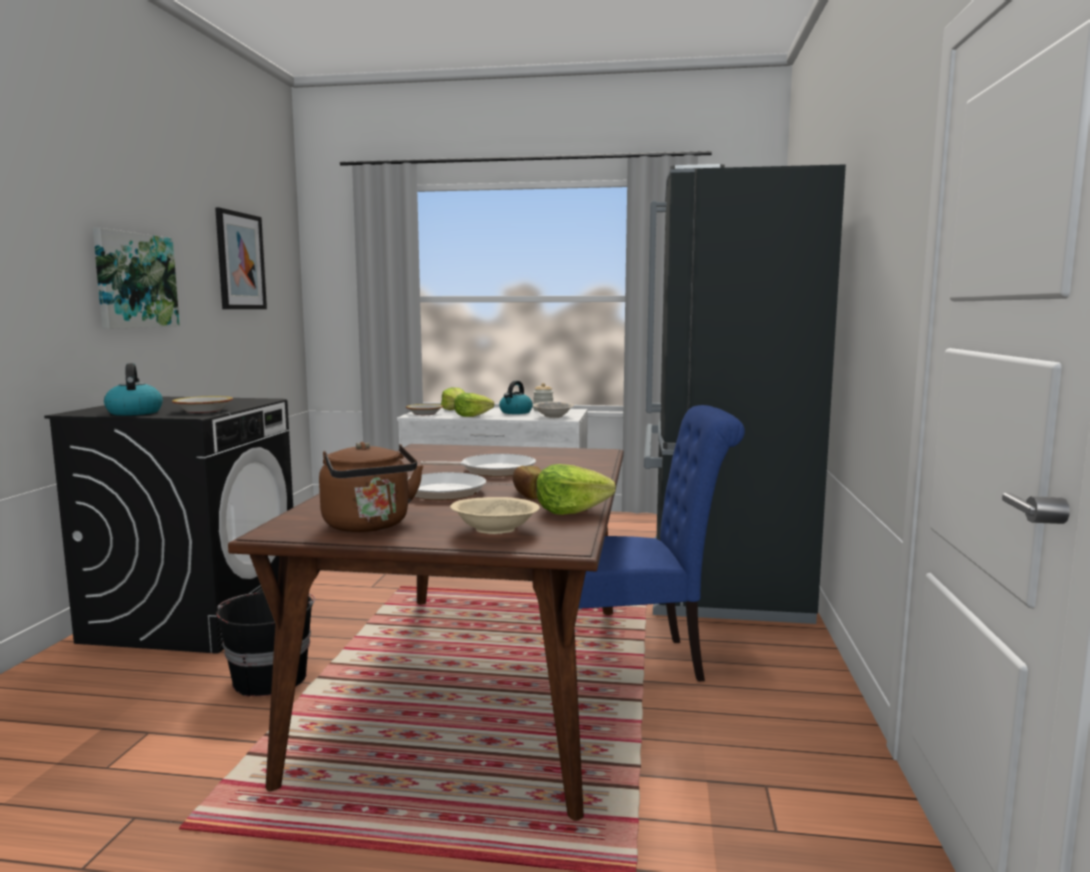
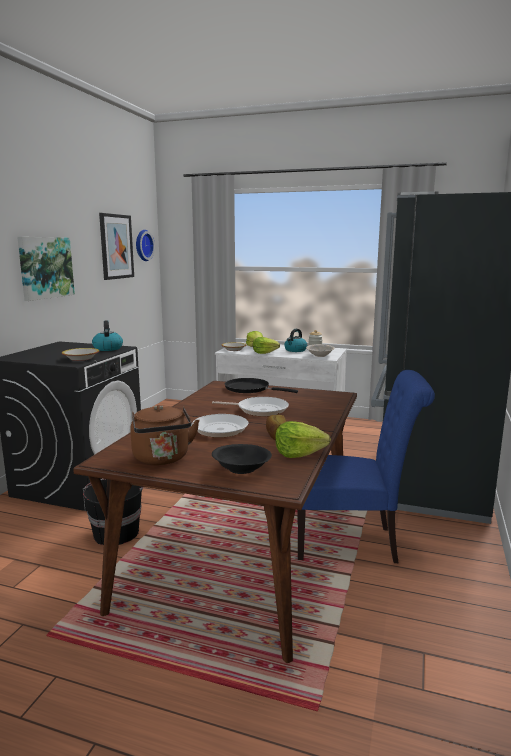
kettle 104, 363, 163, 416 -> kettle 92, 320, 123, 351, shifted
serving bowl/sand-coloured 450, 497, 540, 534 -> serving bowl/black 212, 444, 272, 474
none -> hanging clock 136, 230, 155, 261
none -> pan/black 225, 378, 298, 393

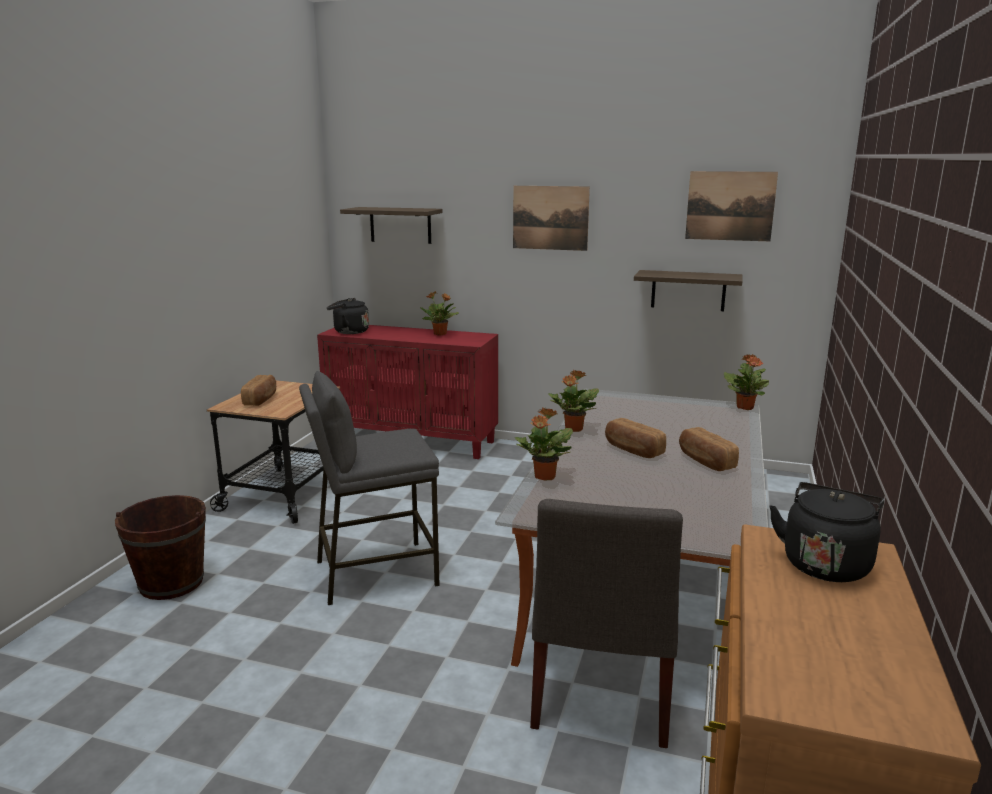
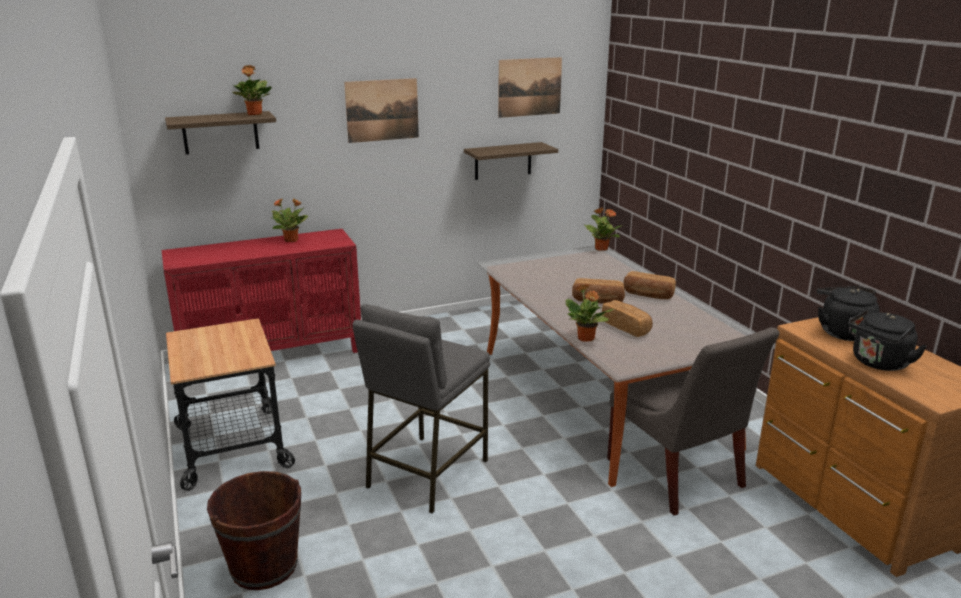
bread 241, 375, 276, 406 -> bread 602, 300, 653, 337, shifted
kettle/black 327, 298, 369, 334 -> kettle/black 849, 309, 927, 371, shifted
potted plant 548, 369, 599, 432 -> potted plant 232, 65, 272, 115, shifted

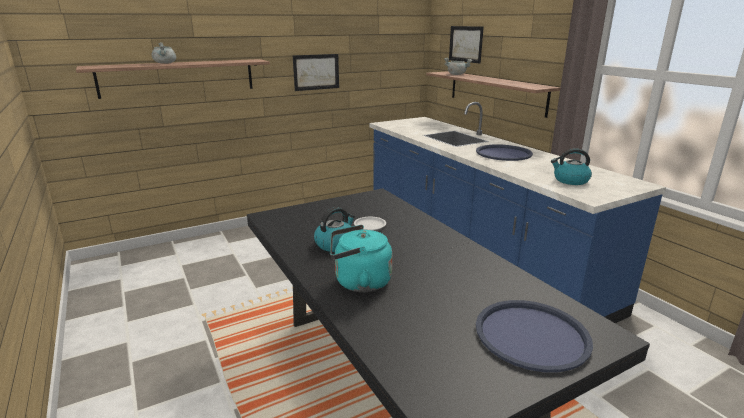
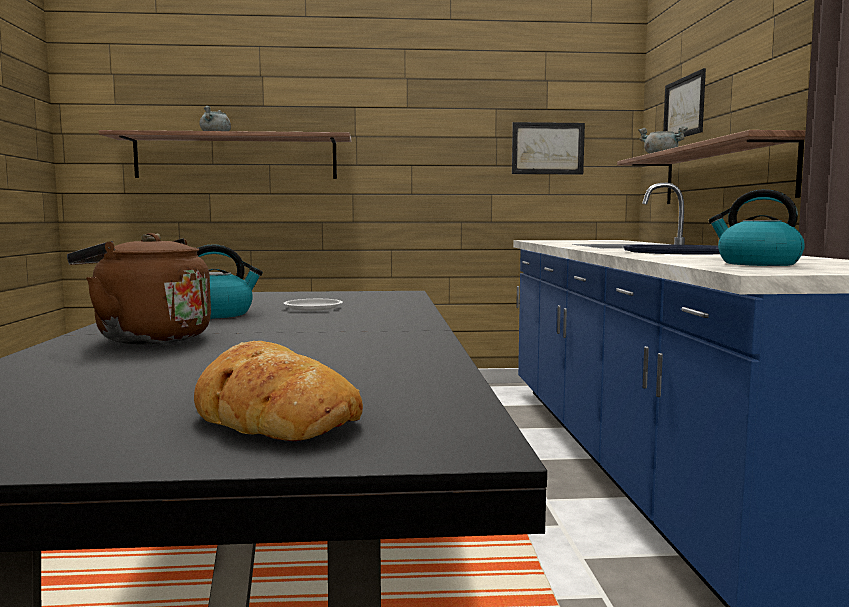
wall art 293, 54, 339, 91 -> wall art 512, 122, 585, 174, shifted
kettle/turquoise-coloured 330, 225, 392, 292 -> kettle/brown-coloured 67, 233, 211, 344
serving tray/bluish 476, 300, 593, 372 -> bread 194, 341, 363, 441

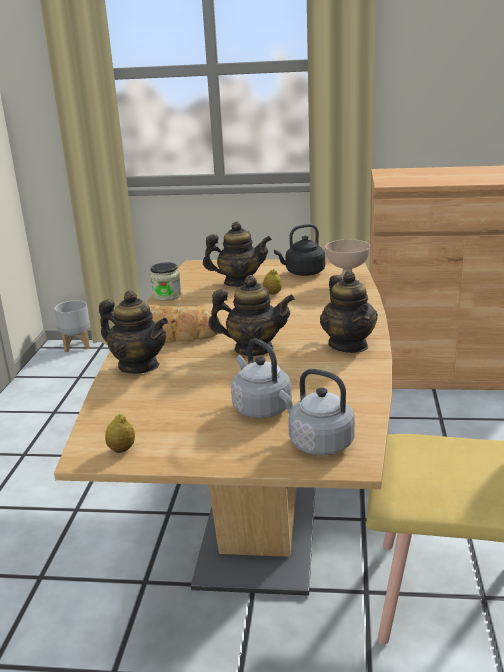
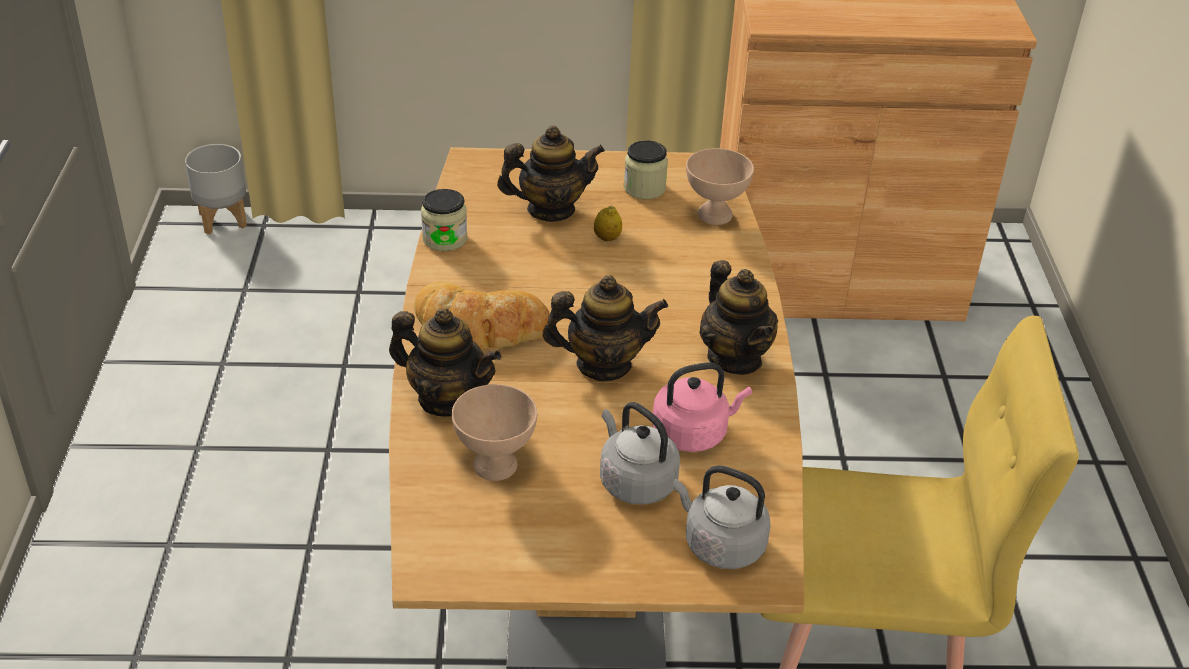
lemon 105, 414, 135, 453 -> none
kettle/black 274, 224, 325, 276 -> jar 624, 140, 668, 199
none -> serving bowl/sand-coloured 452, 384, 537, 481
none -> kettle/pinkish 652, 362, 752, 452

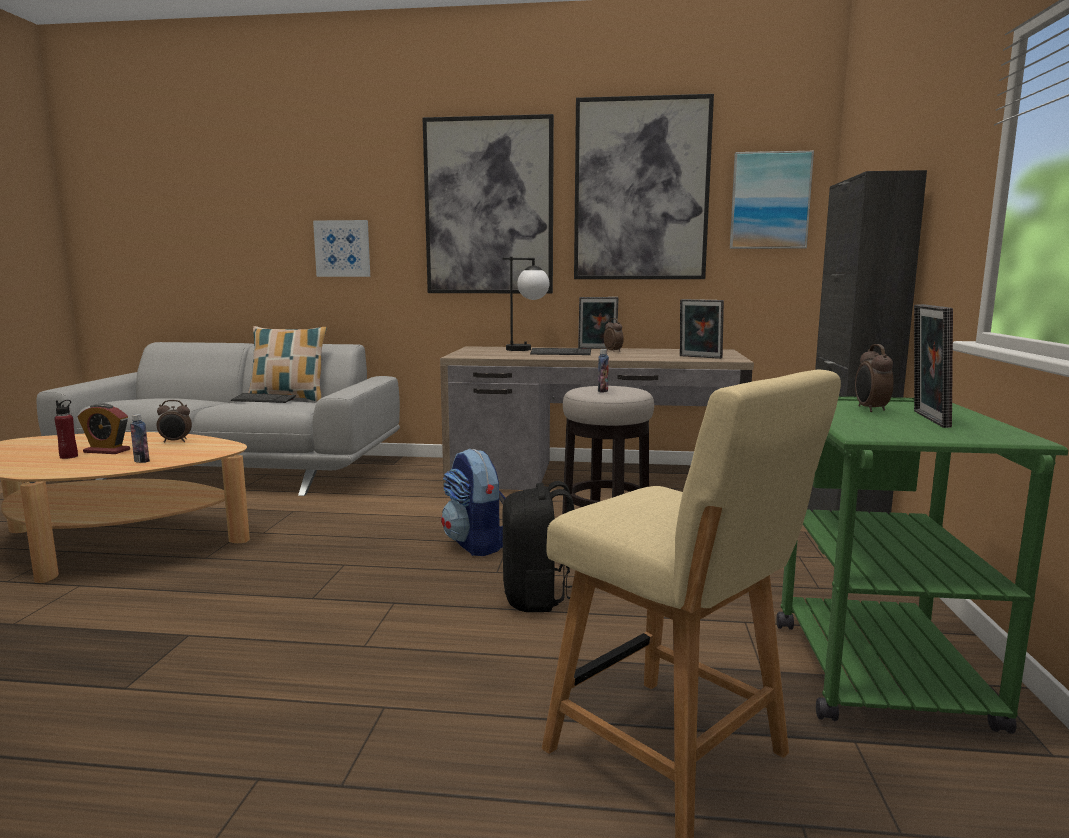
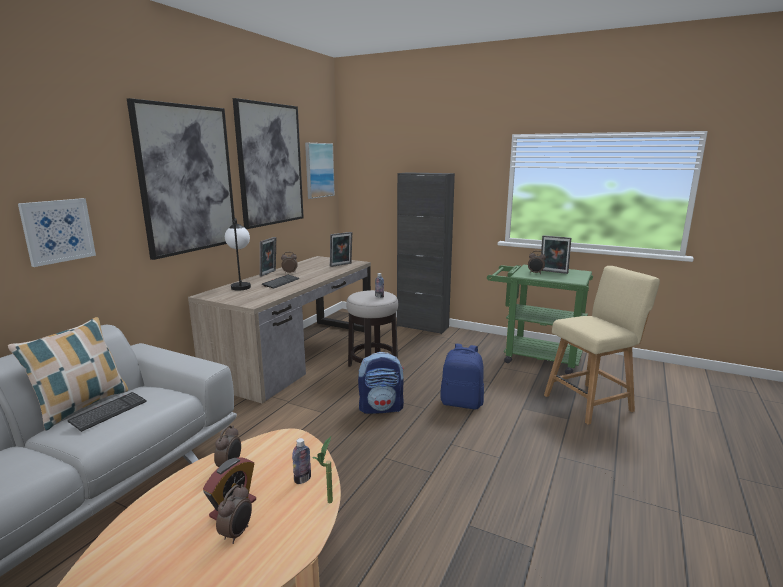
bottle/reddish 54, 400, 78, 459 -> alarm clock 216, 484, 252, 544
backpack/black 503, 481, 574, 612 -> backpack/bluish 440, 344, 484, 410
none -> potted plant 312, 437, 333, 503

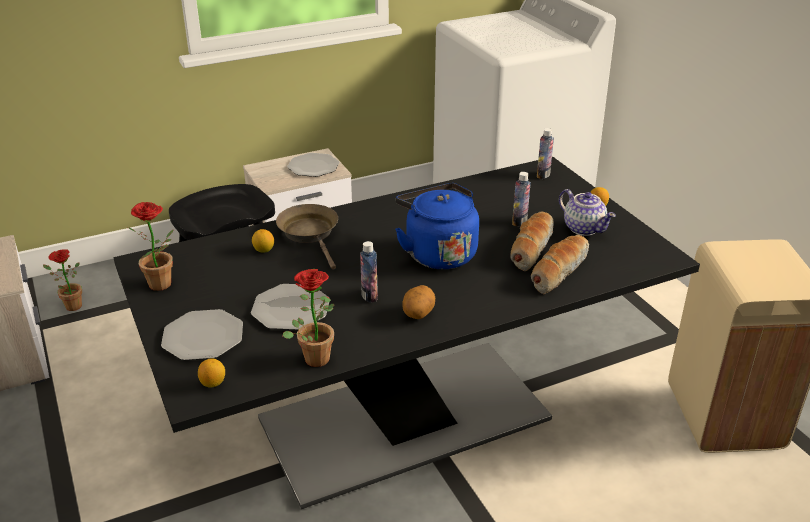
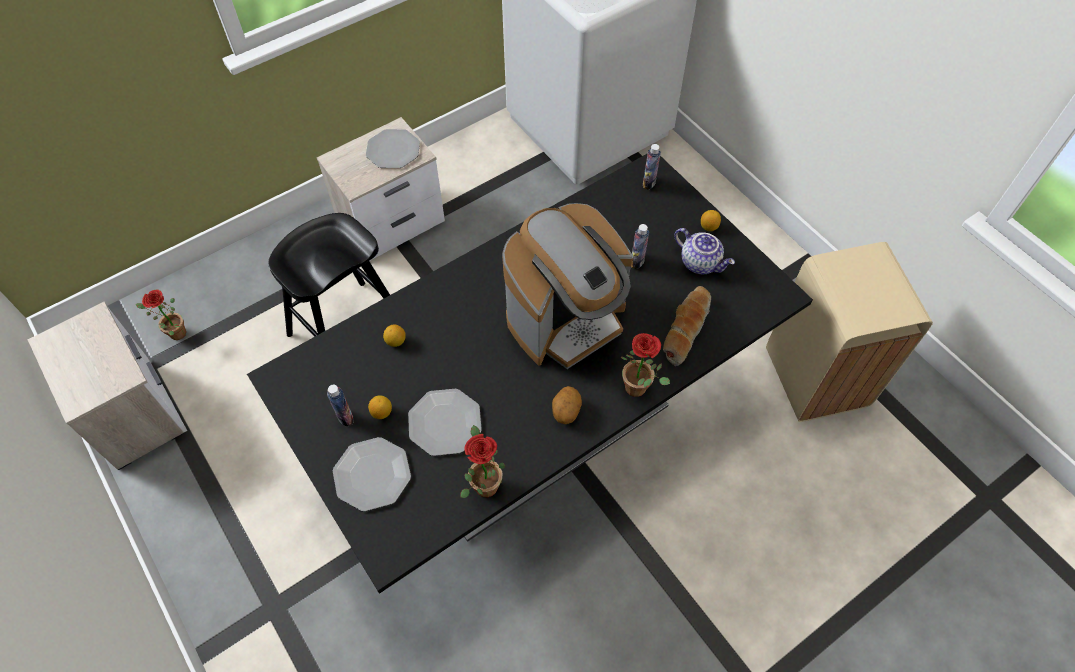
potted plant 128, 202, 173, 291 -> potted plant 621, 333, 670, 397, shifted
lemon 198, 358, 225, 388 -> lemon 368, 395, 392, 419, shifted
pan/brown-coloured 276, 204, 338, 270 -> none
bottle 360, 241, 378, 303 -> bottle 327, 385, 354, 427, shifted
kettle/bluish 395, 183, 479, 269 -> coffee machine 502, 203, 633, 369
bread 510, 212, 553, 272 -> none

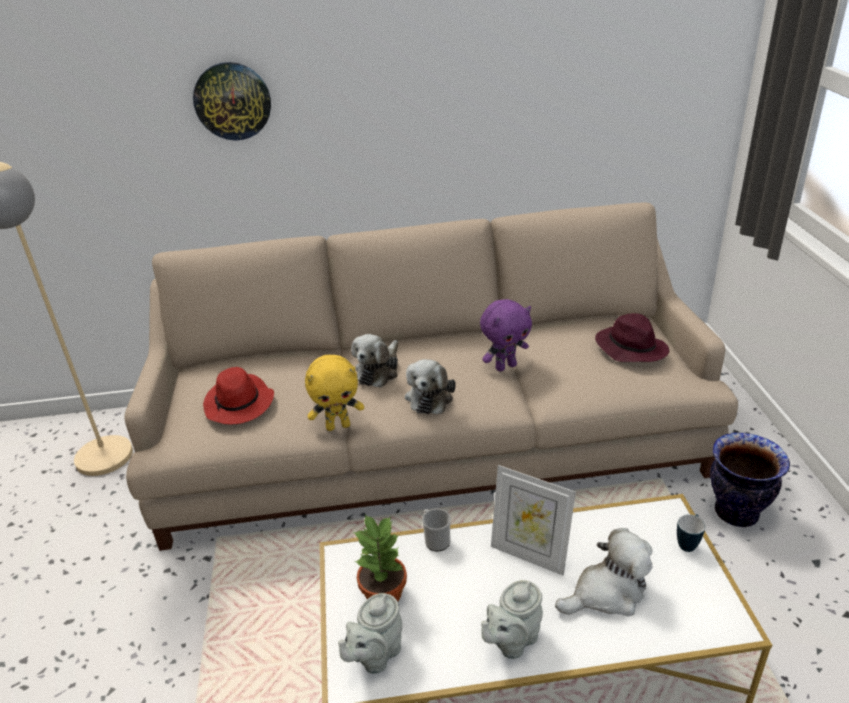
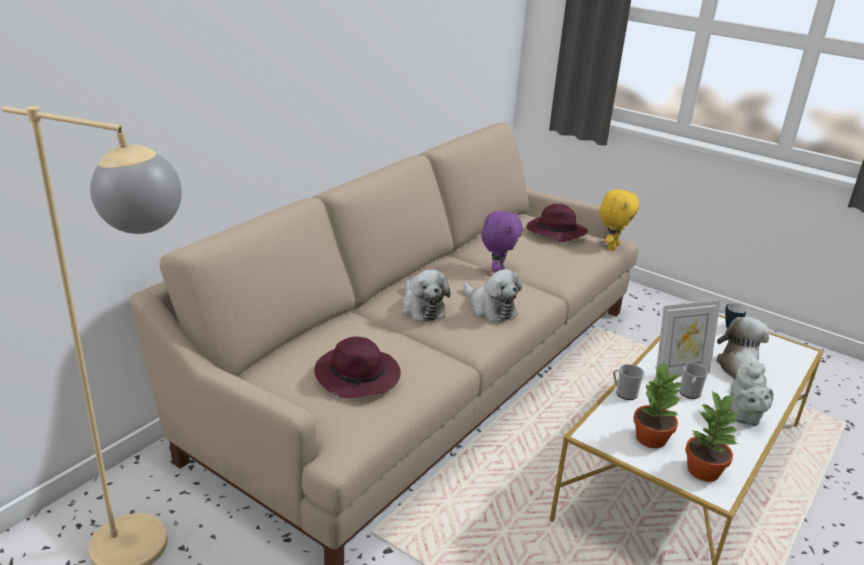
hanging clock 193, 62, 271, 141 -> none
hat/reddish 203, 367, 274, 424 -> hat/purplish 314, 337, 401, 398
cuddly toy/yellow 305, 355, 364, 431 -> cuddly toy/yellow 599, 189, 639, 251, shifted
tea pot/greyish 338, 593, 402, 674 -> potted plant 685, 390, 739, 482
flower vase 710, 432, 790, 527 -> none
none -> mug 679, 363, 708, 399

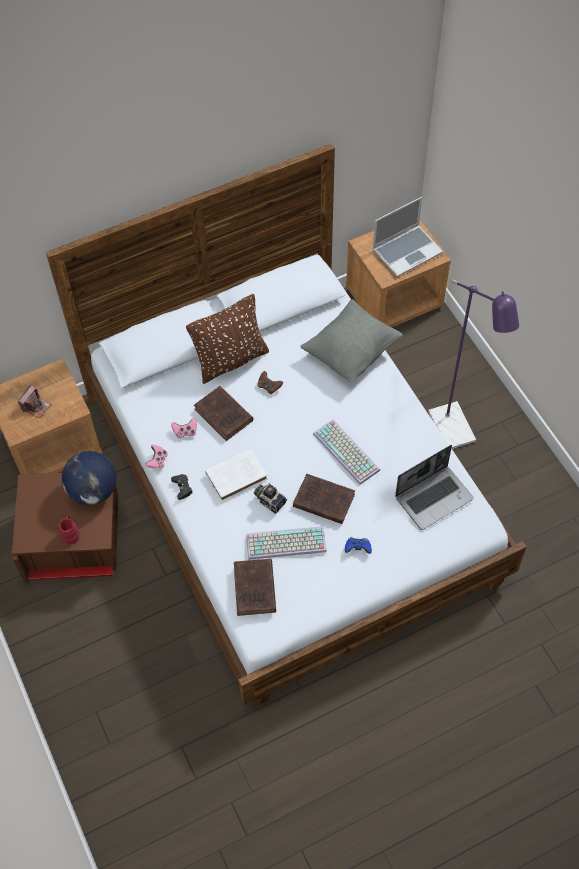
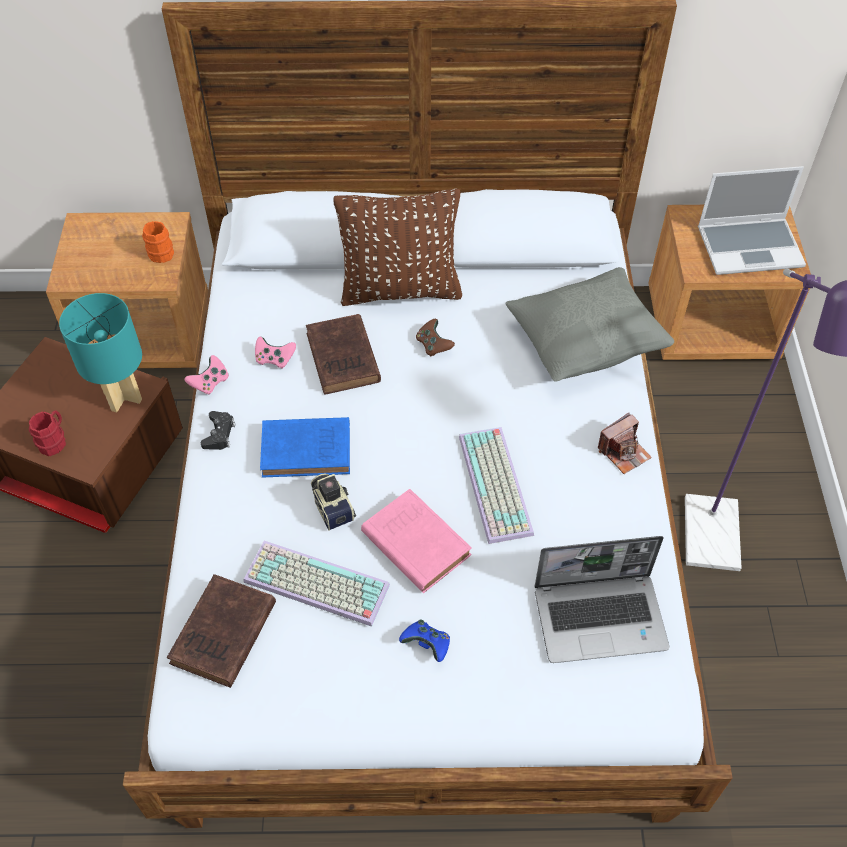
still camera 18, 385, 52, 418 -> still camera 598, 413, 652, 474, shifted
world globe 62, 451, 117, 505 -> table lamp/turquoise-coloured 59, 293, 142, 412
bound book/whitish 205, 449, 267, 501 -> bound book/bluish 260, 417, 350, 478
bound book/brown-coloured 293, 474, 355, 524 -> bound book/pinkish 361, 489, 472, 593
none -> mug/orangey 142, 221, 174, 263

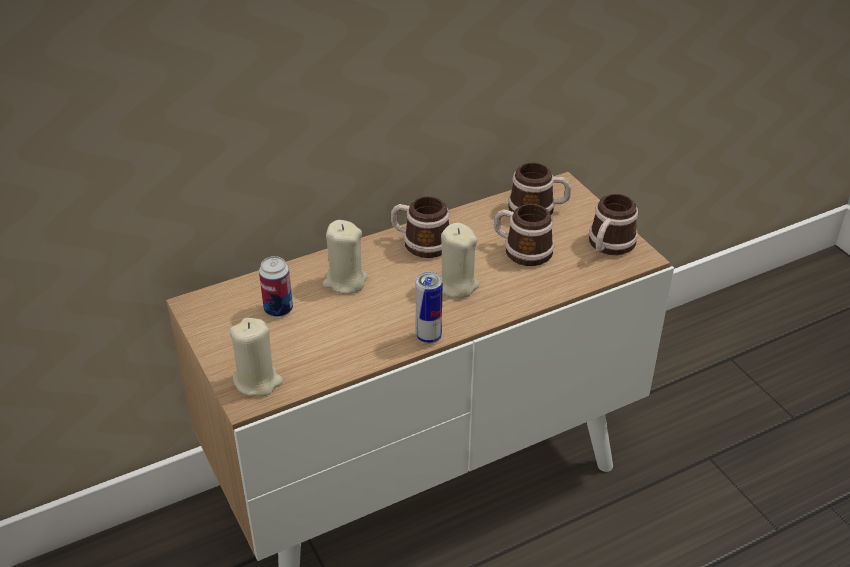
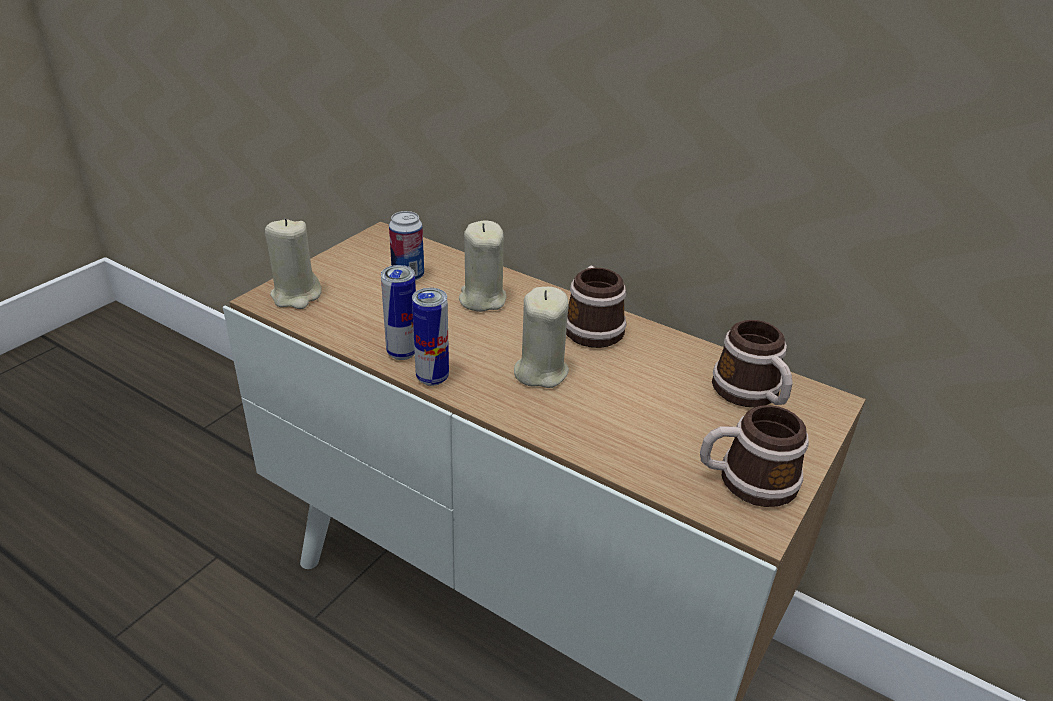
mug 494, 204, 554, 266 -> none
none -> metal can 381, 265, 416, 360

